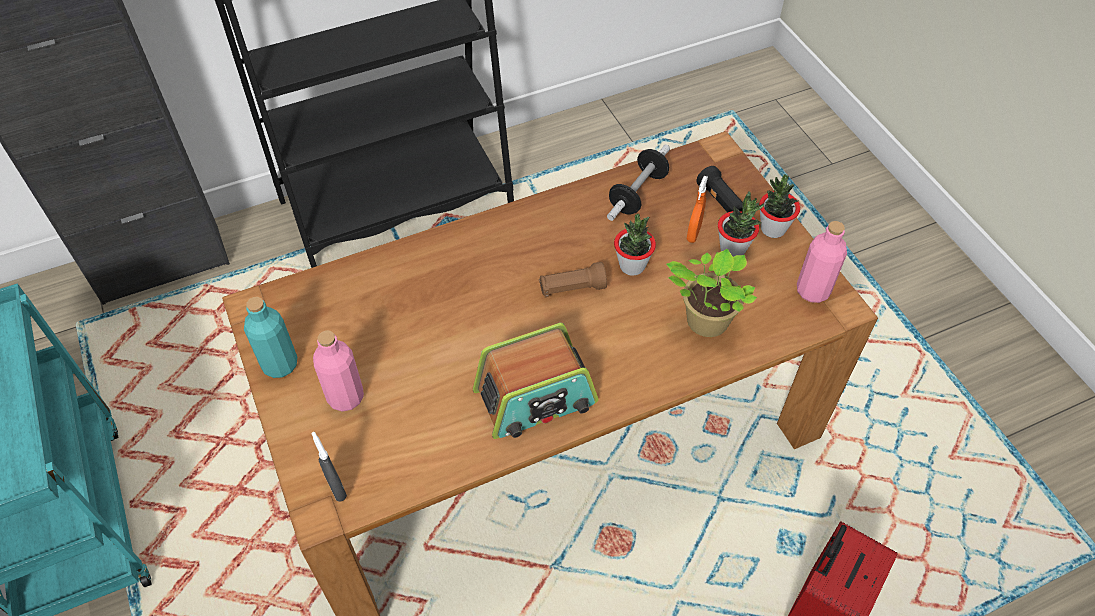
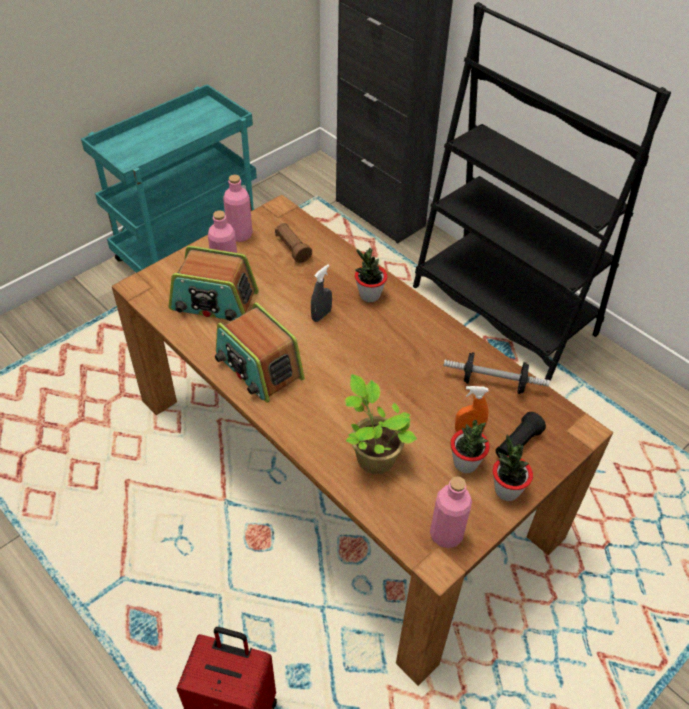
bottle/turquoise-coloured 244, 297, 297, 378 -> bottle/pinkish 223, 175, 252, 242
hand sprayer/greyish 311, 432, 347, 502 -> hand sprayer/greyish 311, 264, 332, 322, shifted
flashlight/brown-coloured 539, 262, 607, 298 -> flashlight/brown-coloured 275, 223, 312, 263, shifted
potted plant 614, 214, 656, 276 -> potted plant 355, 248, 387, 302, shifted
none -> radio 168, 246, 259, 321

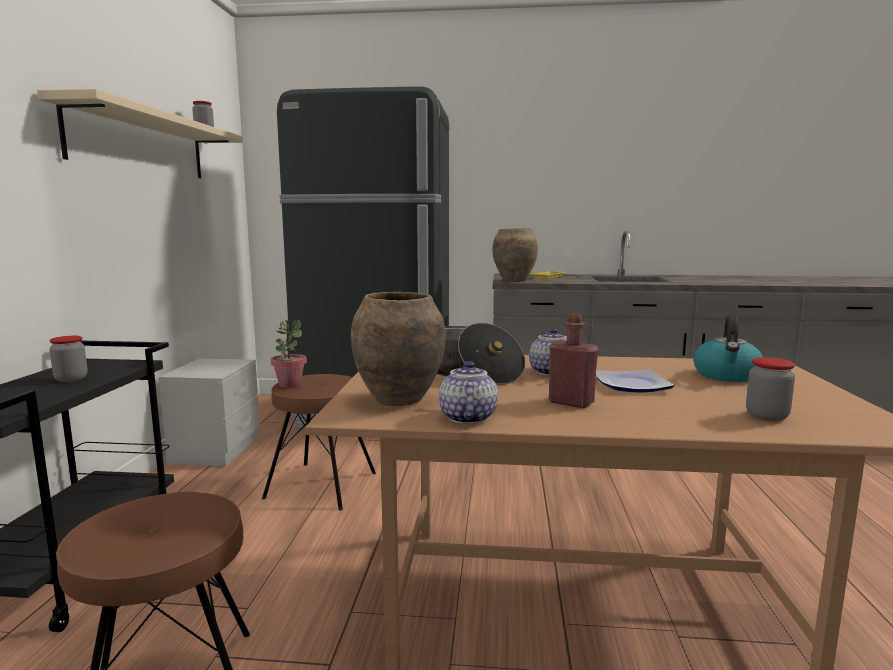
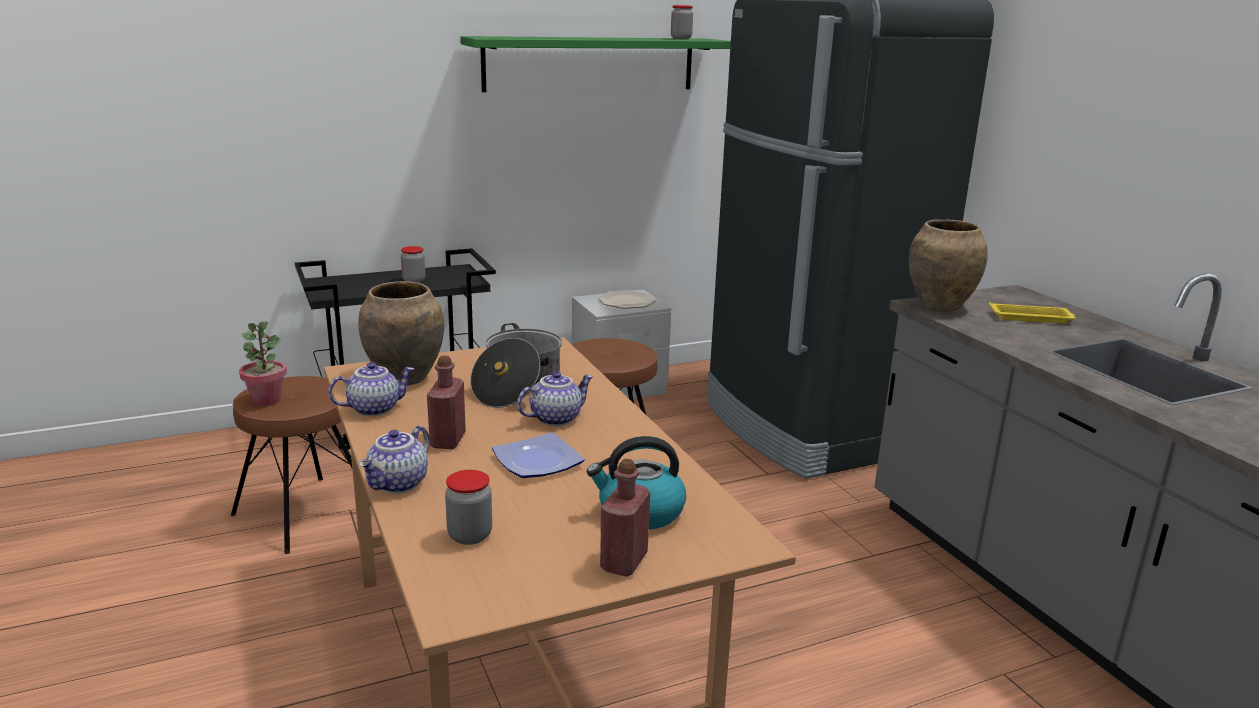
wall shelf/sand-coloured 37, 89, 243, 178 -> wall shelf/greenish 460, 36, 731, 92
potted plant 271, 319, 307, 388 -> potted plant 239, 321, 287, 406, shifted
none -> tea pot 359, 425, 430, 494
none -> dinner plate 598, 290, 656, 309
none -> bottle/reddish 600, 458, 650, 576

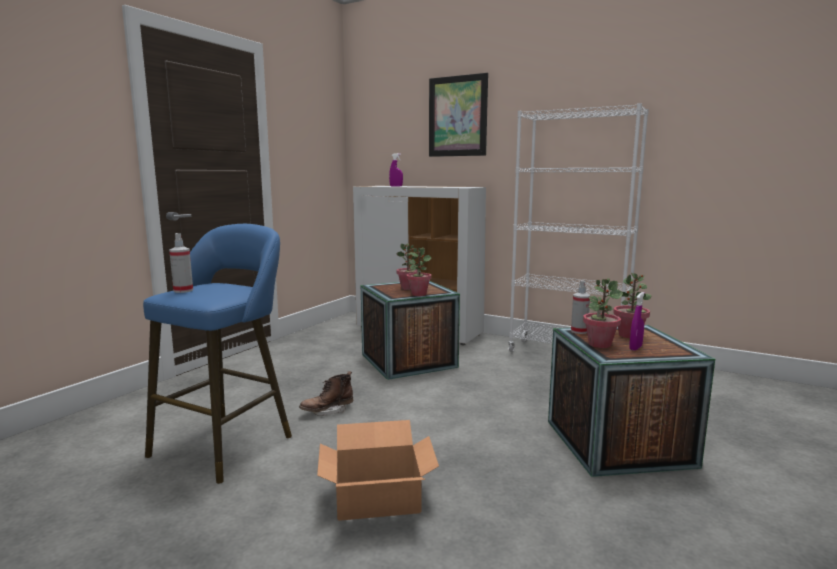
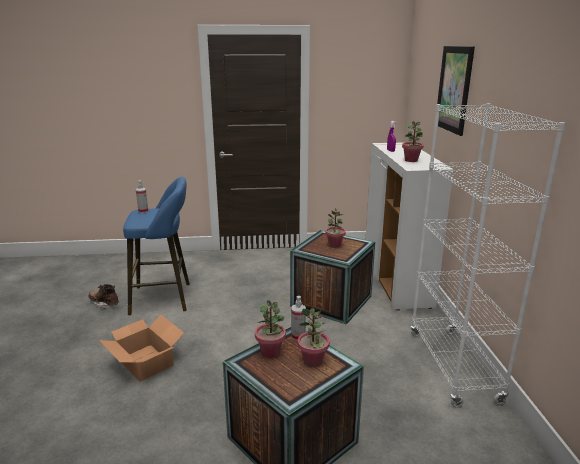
tall boot/brown-coloured 299, 371, 353, 416 -> tall boot/brown-coloured 88, 284, 119, 309, shifted
potted plant 406, 247, 432, 296 -> potted plant 402, 121, 424, 162, shifted
hand sprayer/purplish 630, 292, 645, 351 -> none

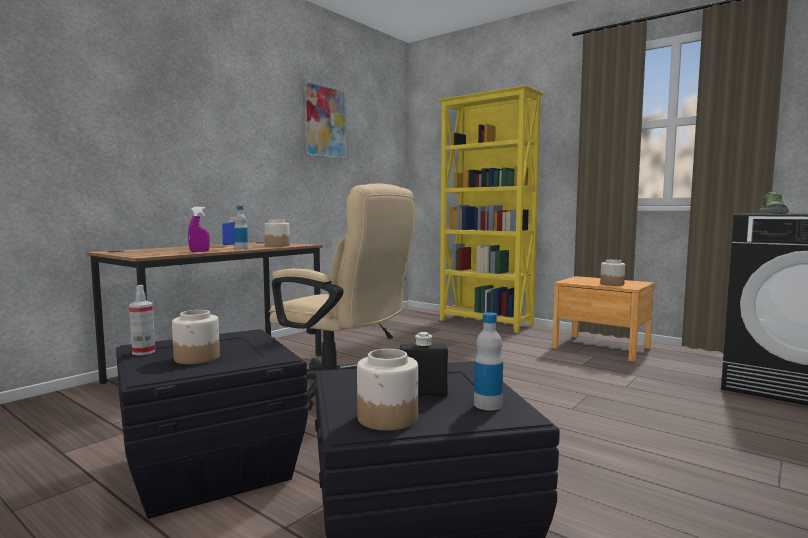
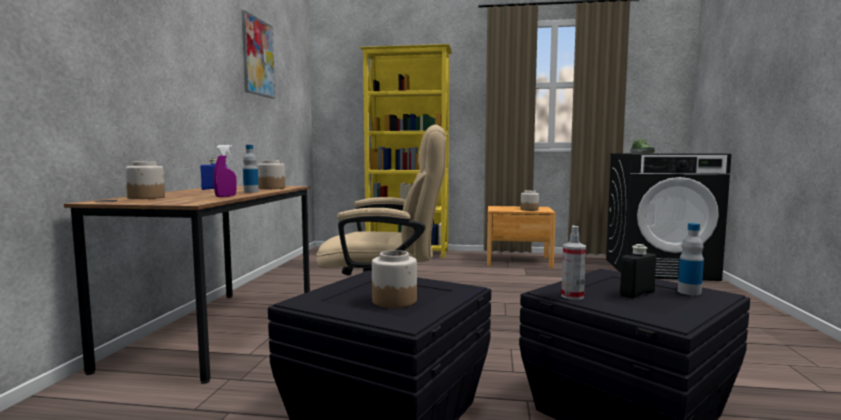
hand sprayer 129, 285, 155, 355 -> hand sprayer 561, 226, 586, 300, shifted
jar 357, 349, 418, 431 -> jar 125, 161, 165, 199, shifted

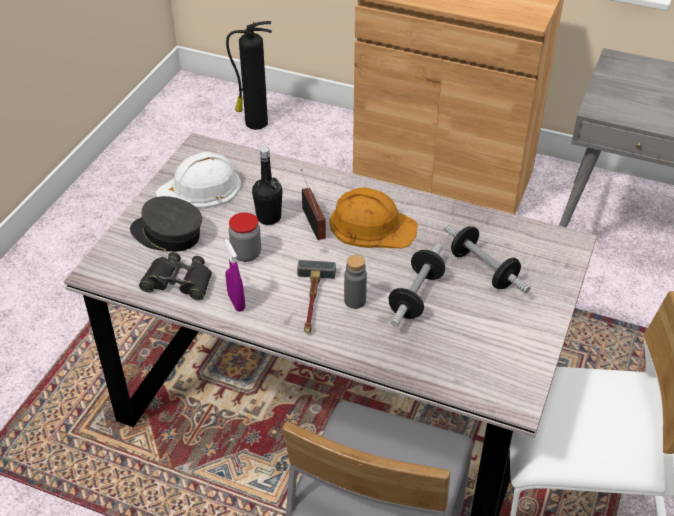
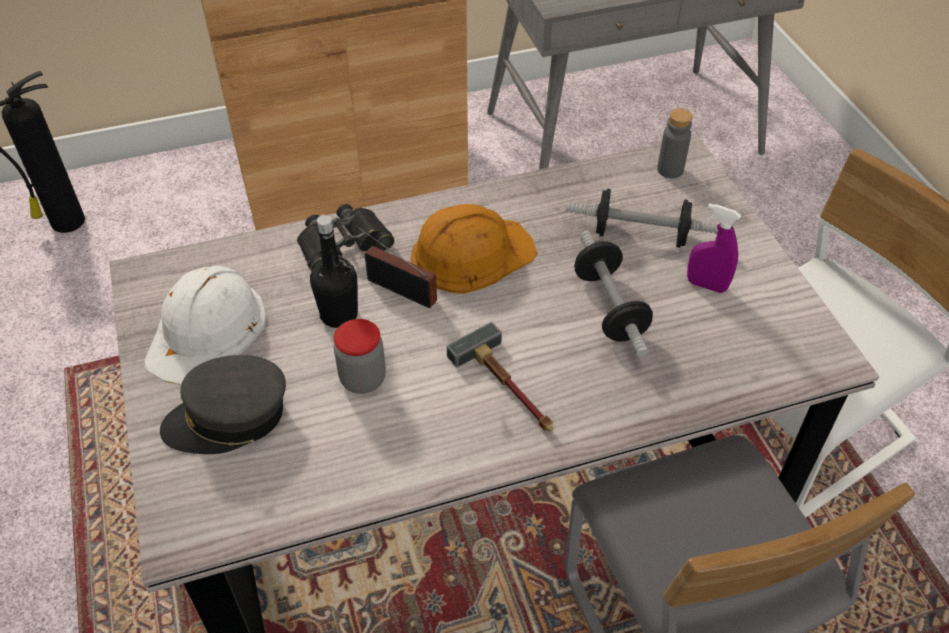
binoculars/black 139, 252, 212, 300 -> binoculars/black 297, 204, 395, 272, shifted
hand sprayer/purplish 225, 239, 245, 312 -> hand sprayer/purplish 687, 203, 741, 293, shifted
bottle/greyish 344, 255, 367, 309 -> bottle/greyish 657, 108, 692, 178, shifted

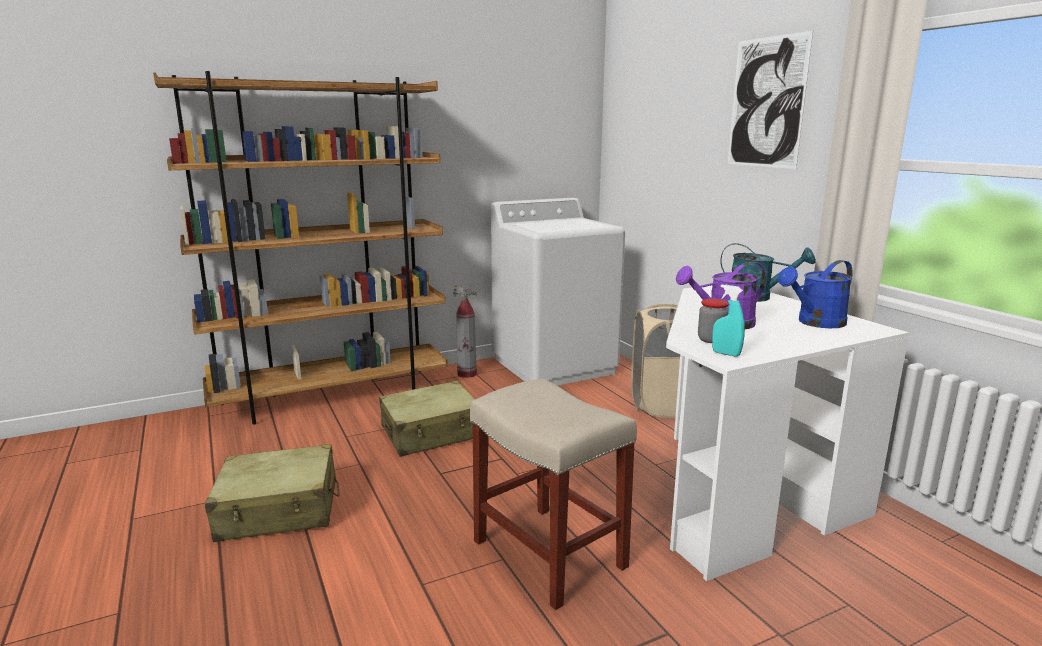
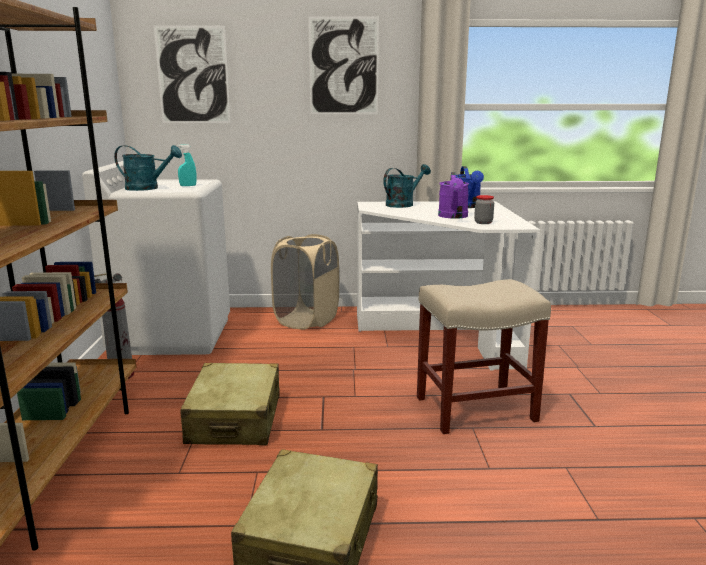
hand sprayer/turquoise-coloured 712, 284, 745, 357 -> hand sprayer/turquoise-coloured 178, 144, 197, 186, shifted
none -> watering can/turquoise-coloured 114, 145, 182, 191
none -> wall art 154, 25, 231, 123

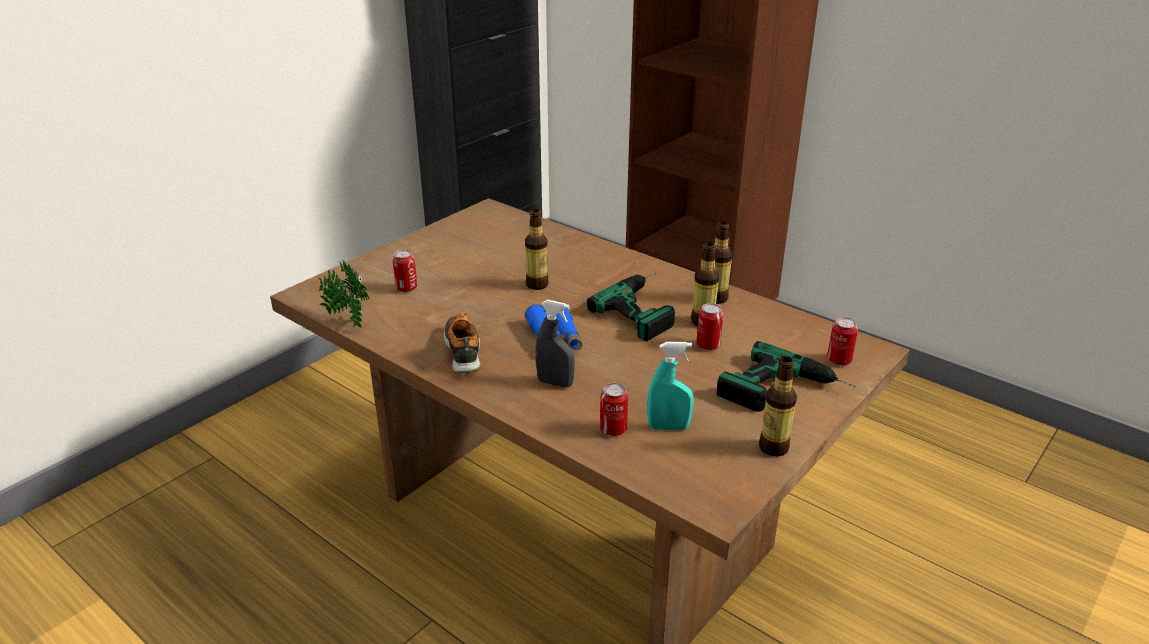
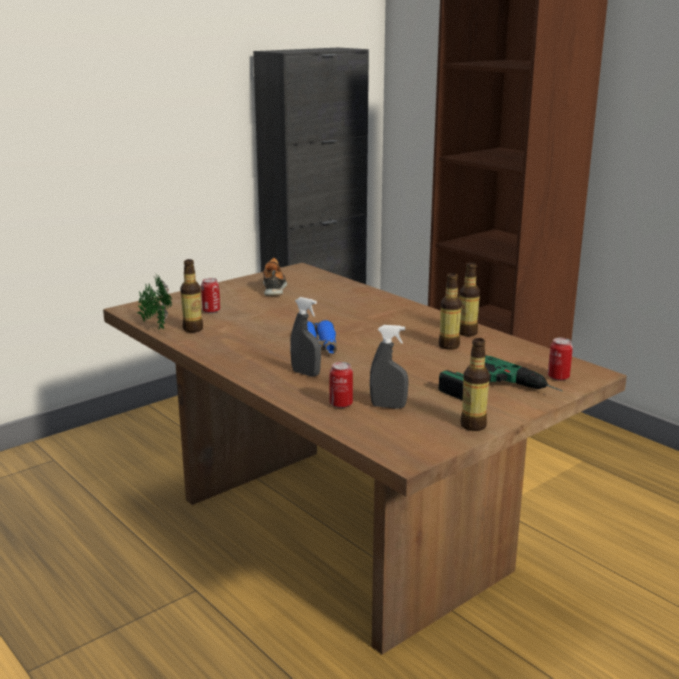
shoe 444, 313, 480, 373 -> shoe 263, 258, 287, 296, shifted
bottle 525, 209, 549, 290 -> bottle 180, 259, 203, 333, shifted
electric drill 587, 273, 675, 341 -> none
hand sprayer/turquoise-coloured 647, 342, 694, 430 -> hand sprayer/greyish 370, 325, 409, 409
metal can 696, 303, 723, 350 -> none

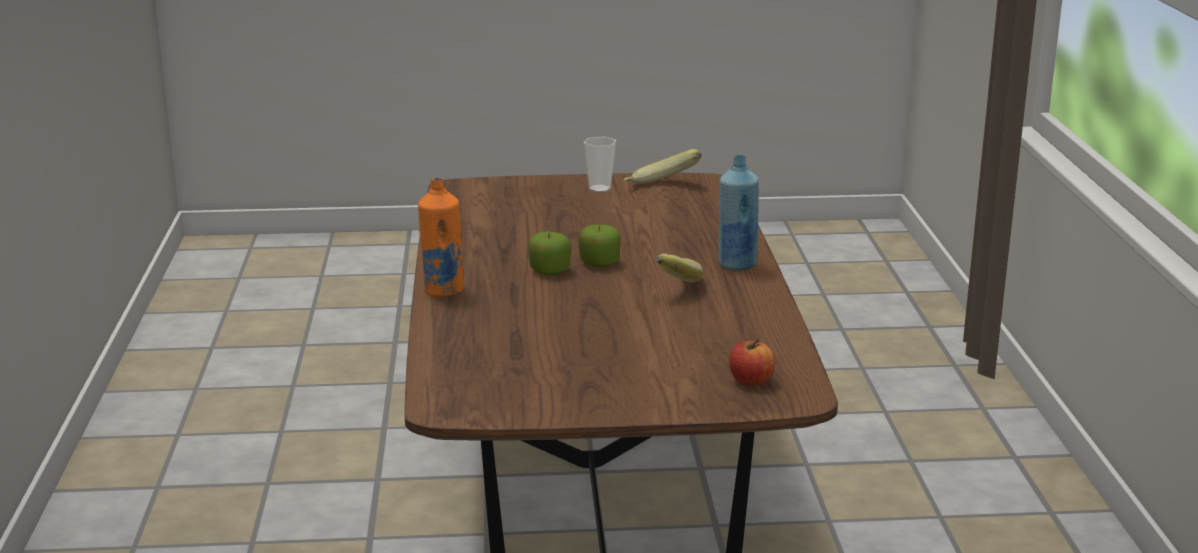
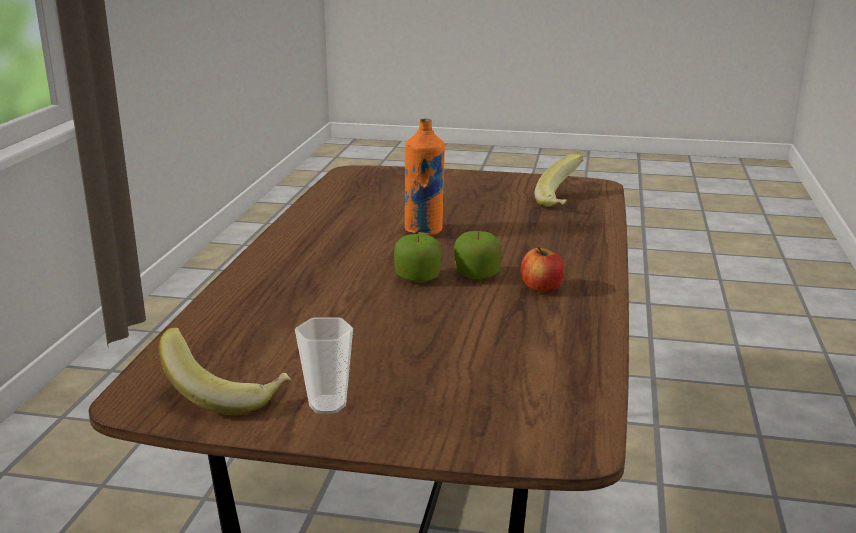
bottle/orangey 418, 177, 464, 298 -> bottle/orangey 405, 118, 445, 235, shifted
whole banana 656, 254, 703, 283 -> whole banana 534, 154, 583, 207, shifted
bottle/bluish 719, 155, 759, 270 -> none
apple fruit 729, 340, 775, 386 -> apple fruit 521, 247, 564, 292, shifted

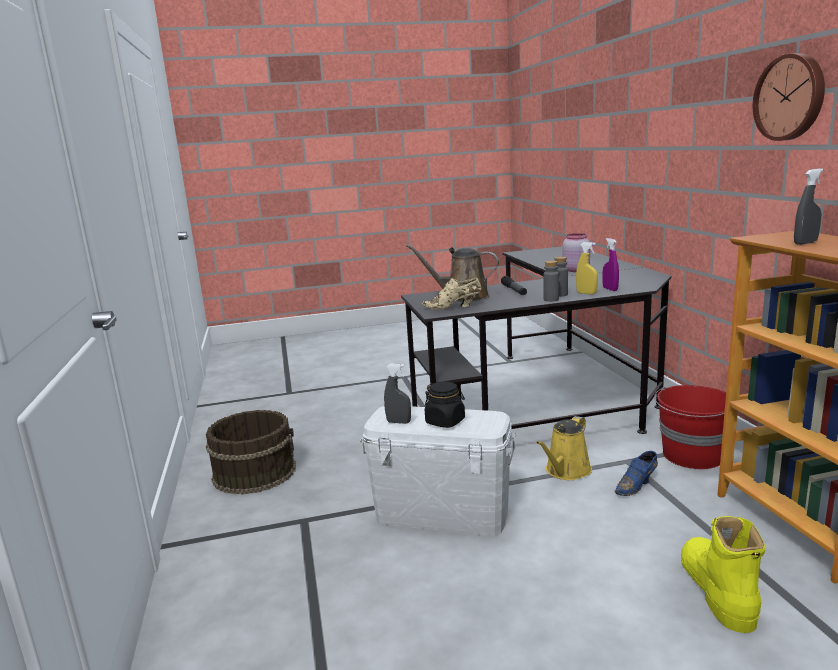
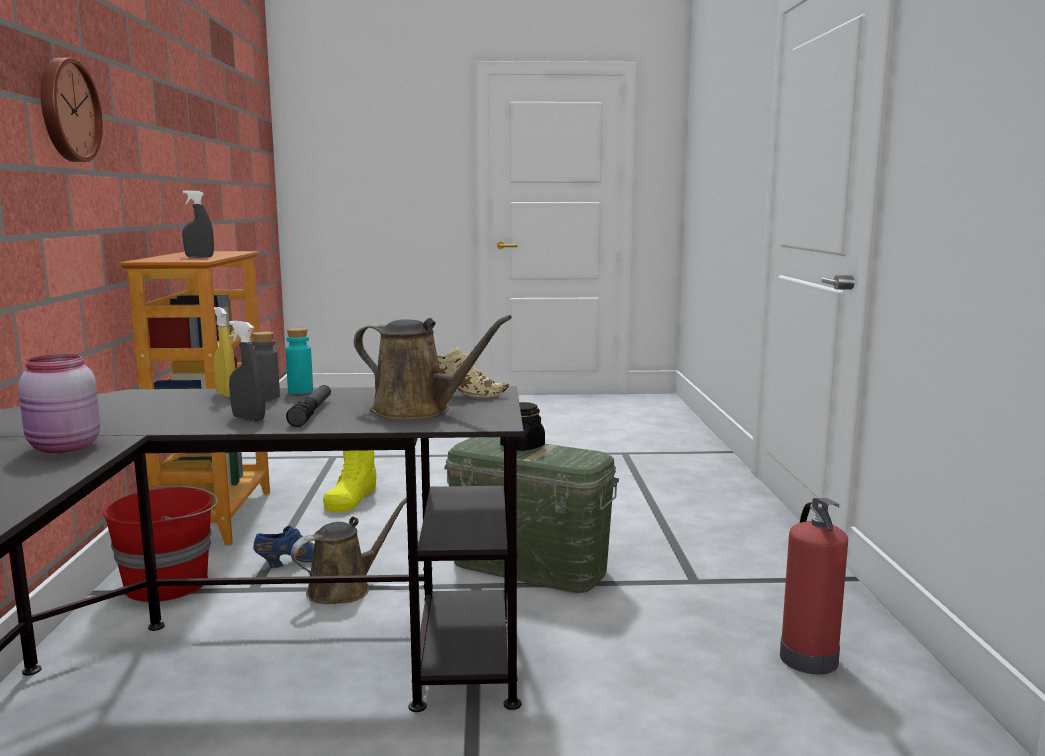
water bucket/brown-coloured 206, 410, 296, 495 -> fire extinguisher 780, 498, 848, 674
storage bin/whitish 361, 406, 516, 536 -> storage bin/greenish 444, 437, 619, 593
hand sprayer/greyish 384, 363, 411, 424 -> hand sprayer/greyish 229, 321, 265, 421, shifted
watering can/yellow 536, 416, 592, 480 -> watering can/brown-coloured 291, 497, 407, 604
bottle/greyish 543, 261, 559, 302 -> bottle/turquoise-coloured 286, 328, 313, 394
hand sprayer/purplish 603, 238, 619, 291 -> none

